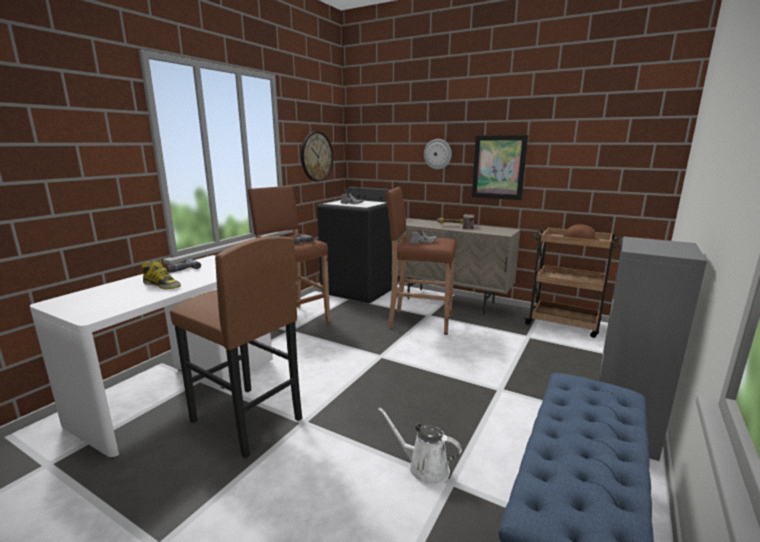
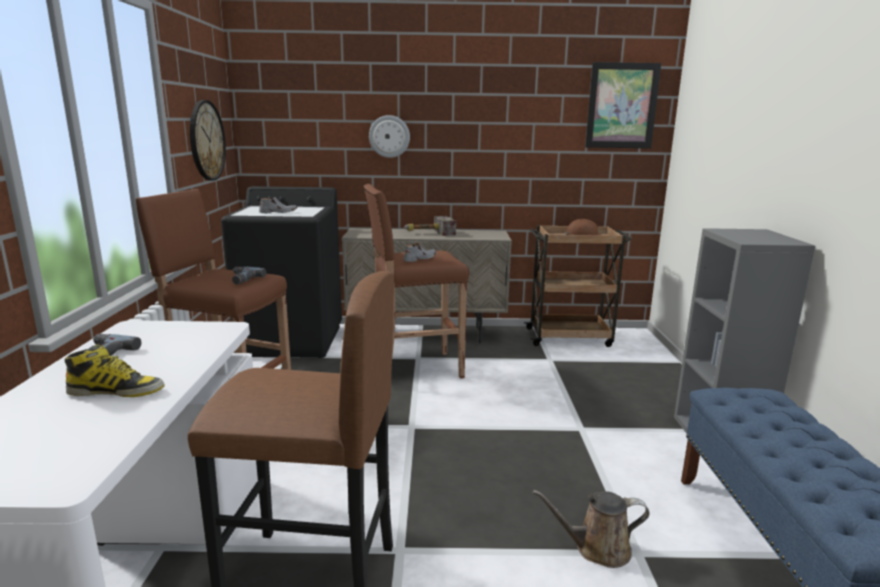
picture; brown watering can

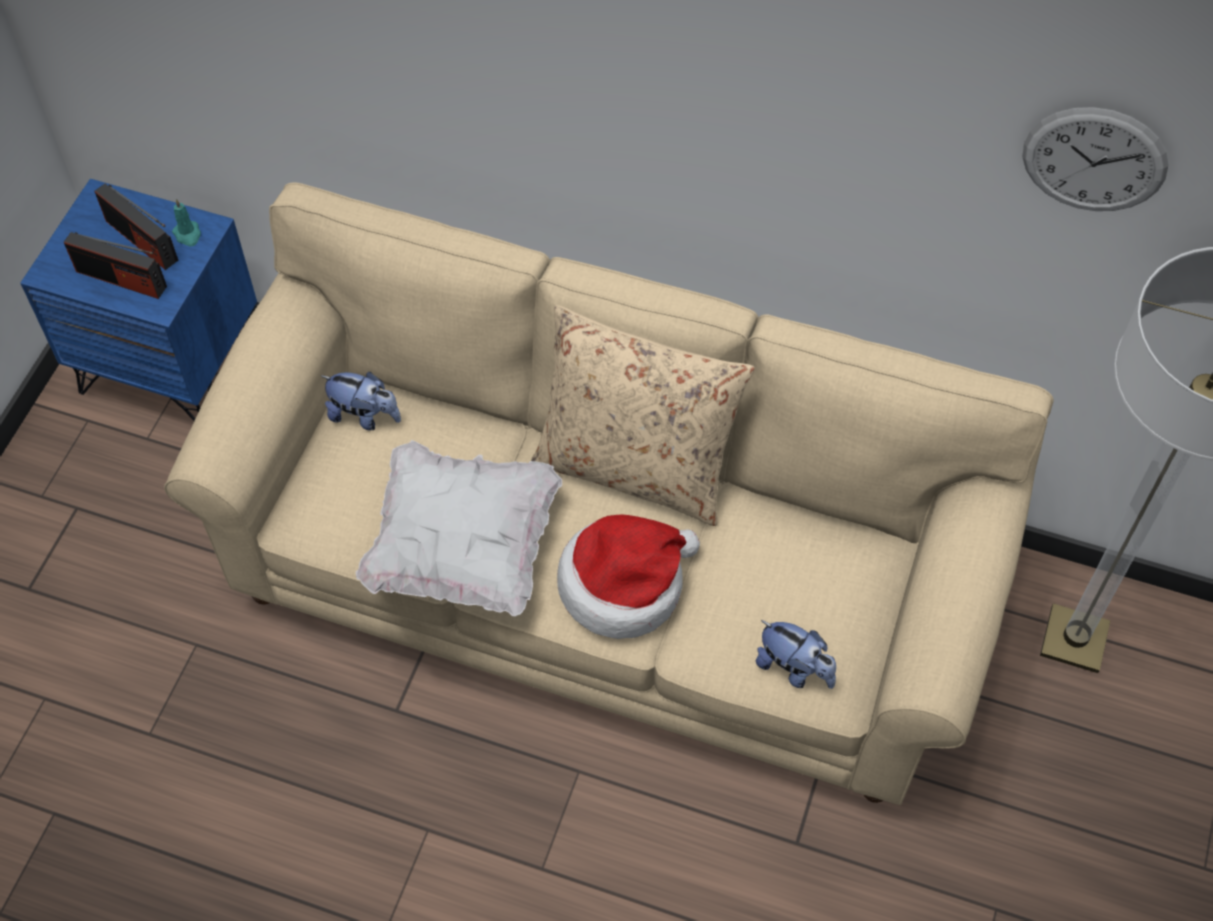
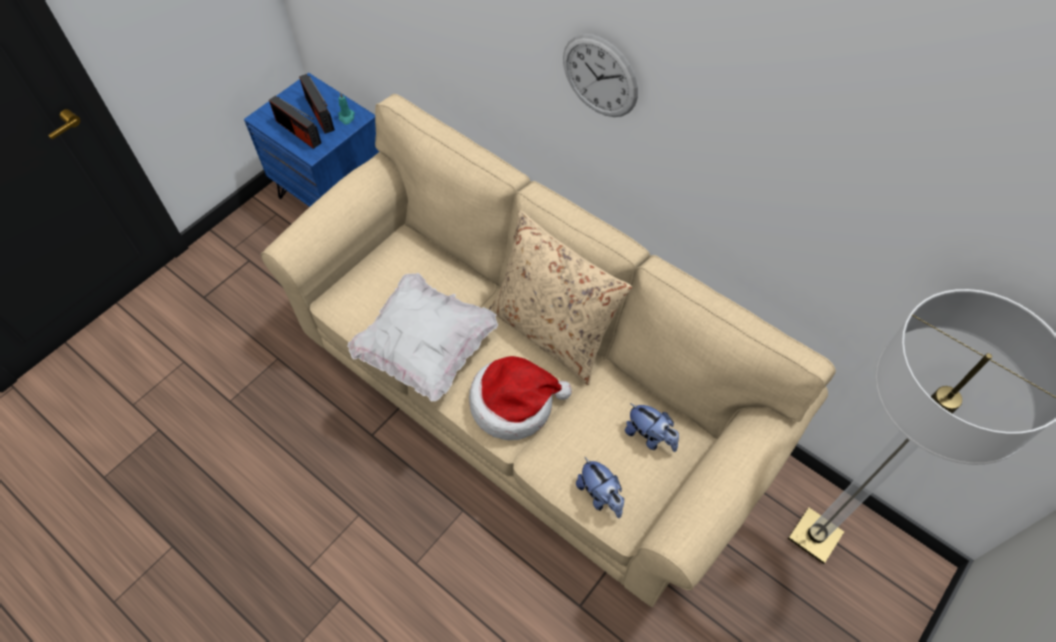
wall clock; plush toy (no. 2 from left)

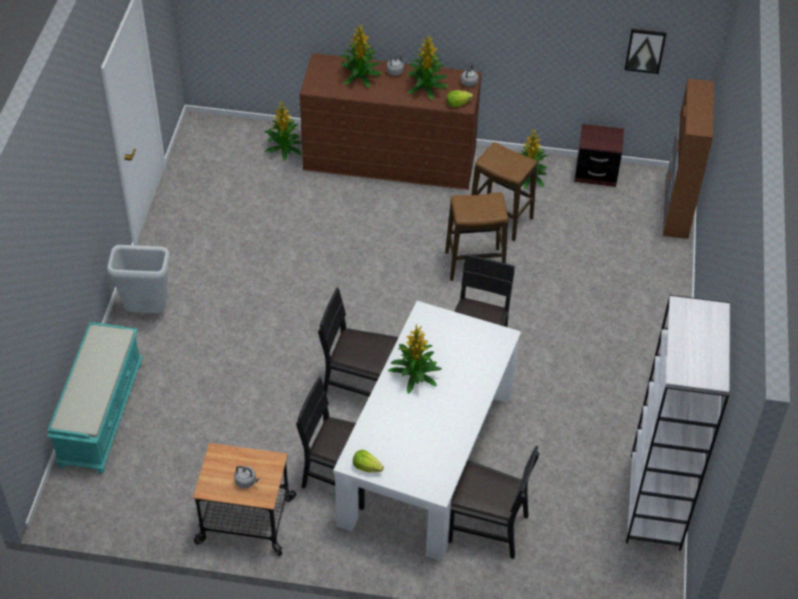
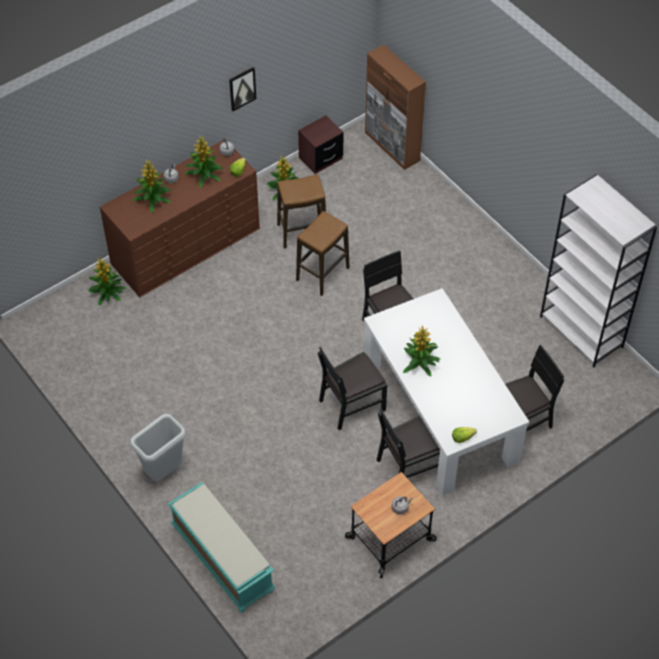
picture

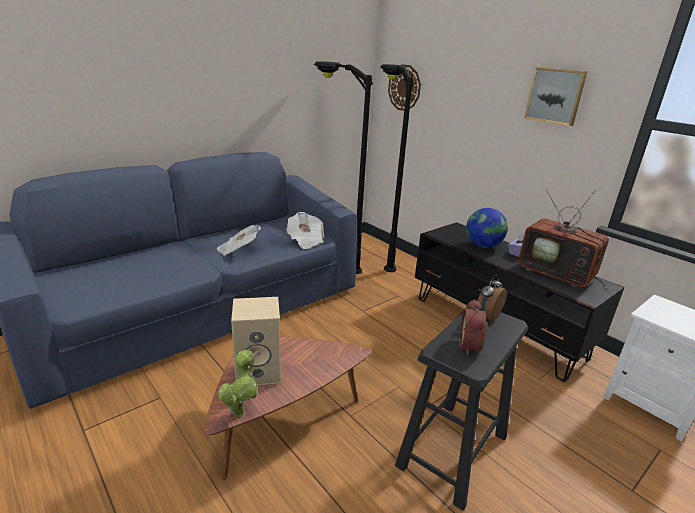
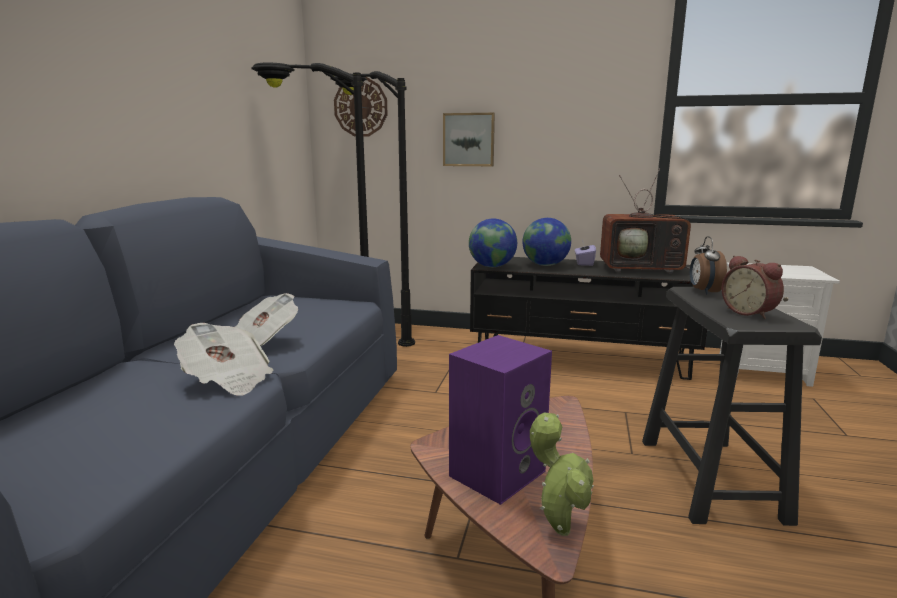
picture; newspaper (no. 1 from left); purple speaker; globe (no. 1 from left)

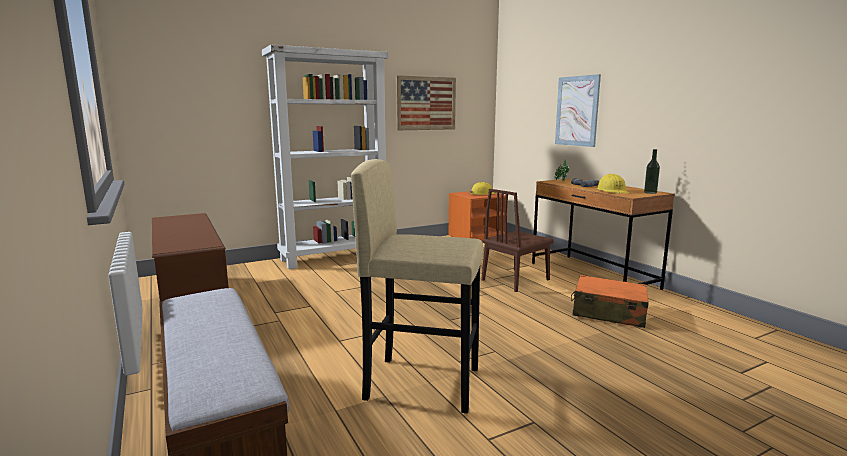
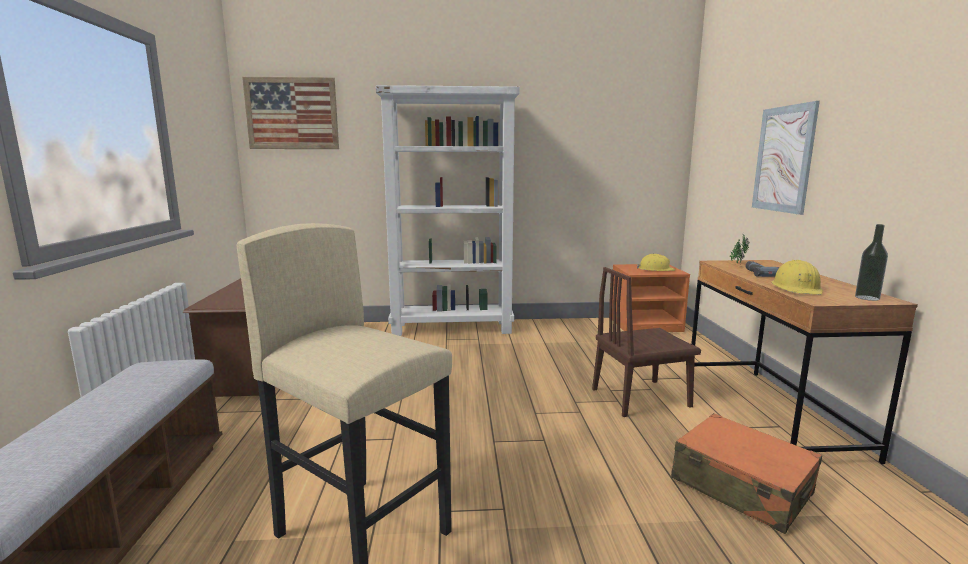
picture (no. 1 from left)

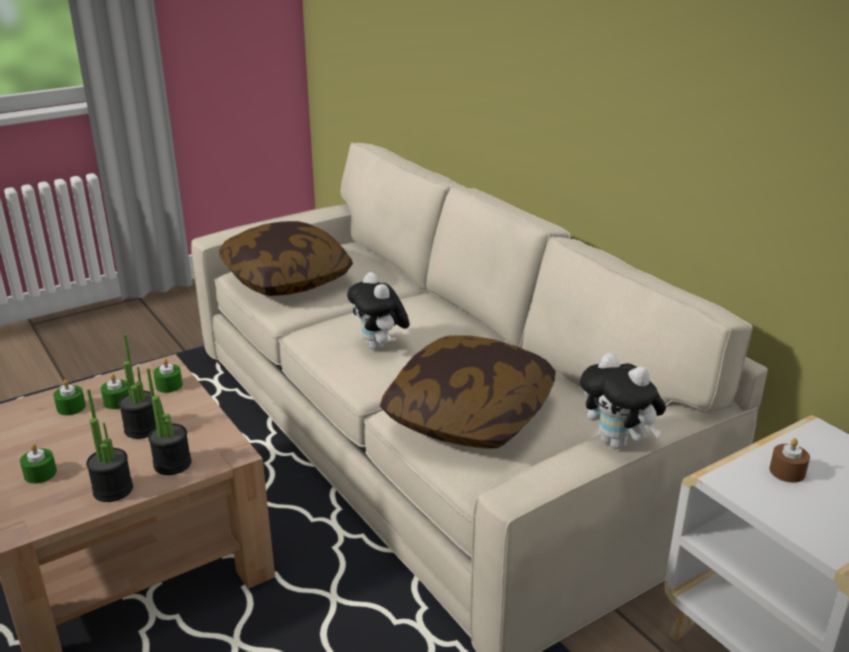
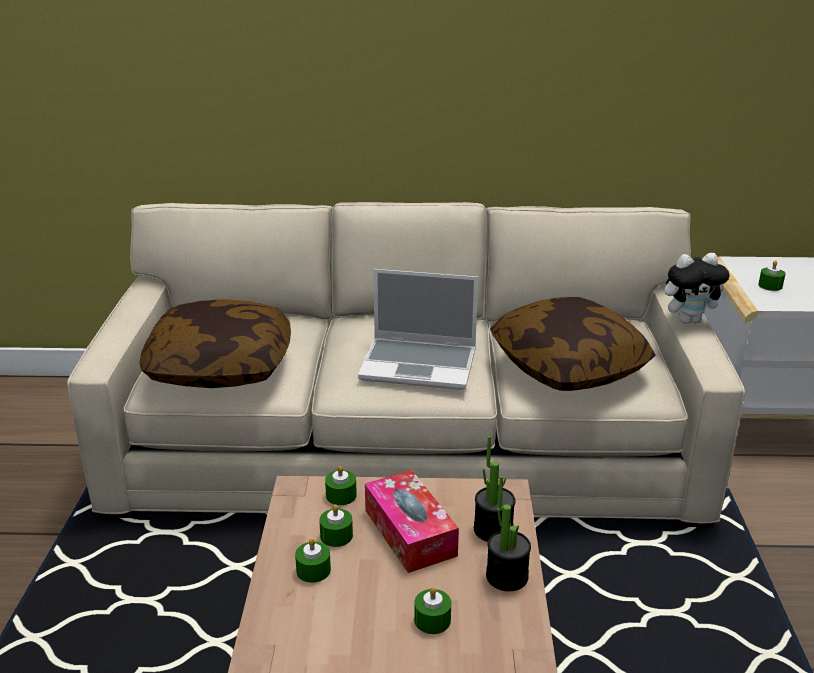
laptop; tissue box; green candle (no. 5 from left)

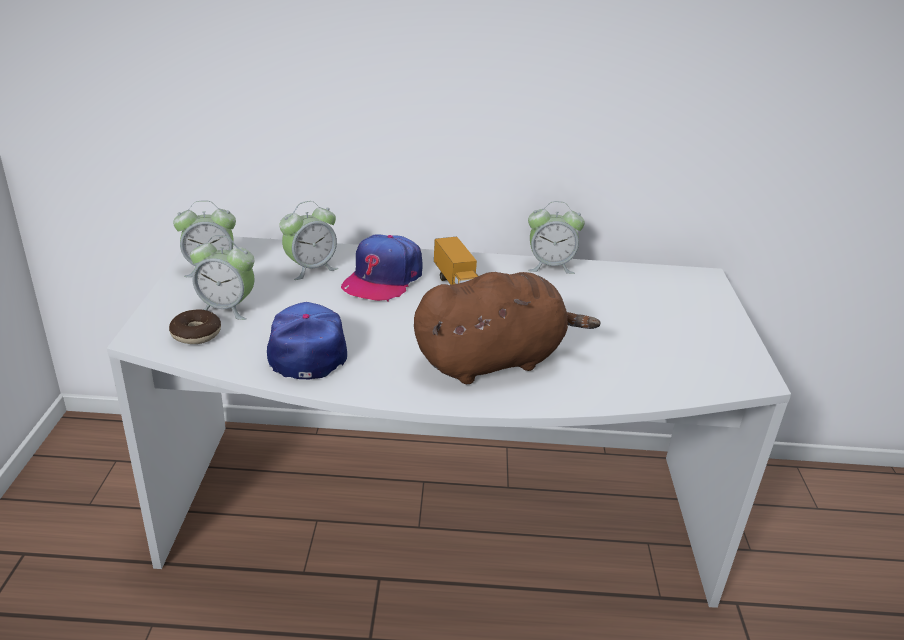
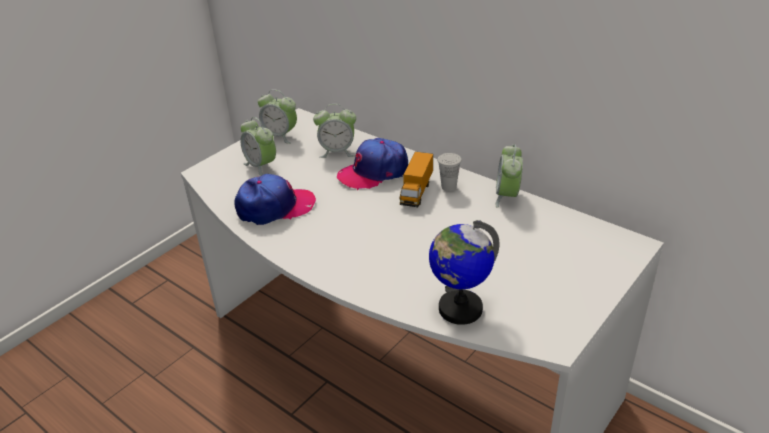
alarm clock (no. 4 from left); brown plush toy; cap (no. 1 from left); donut; white cup; globe

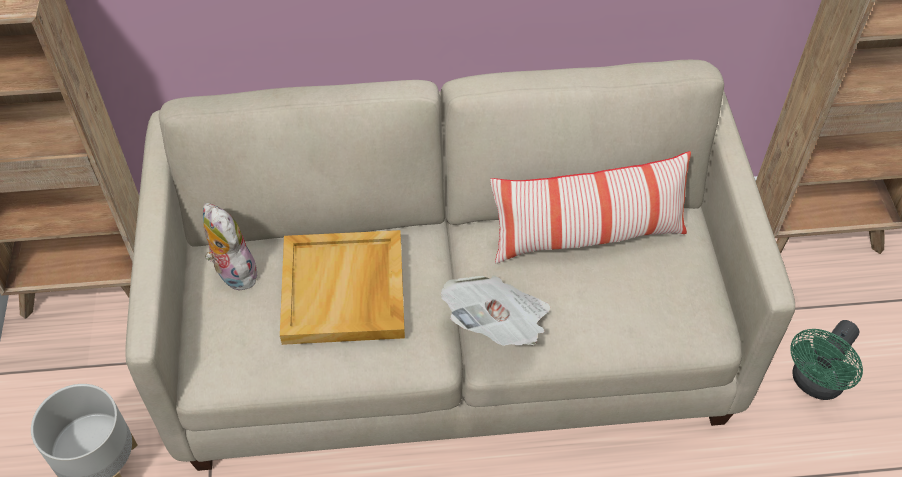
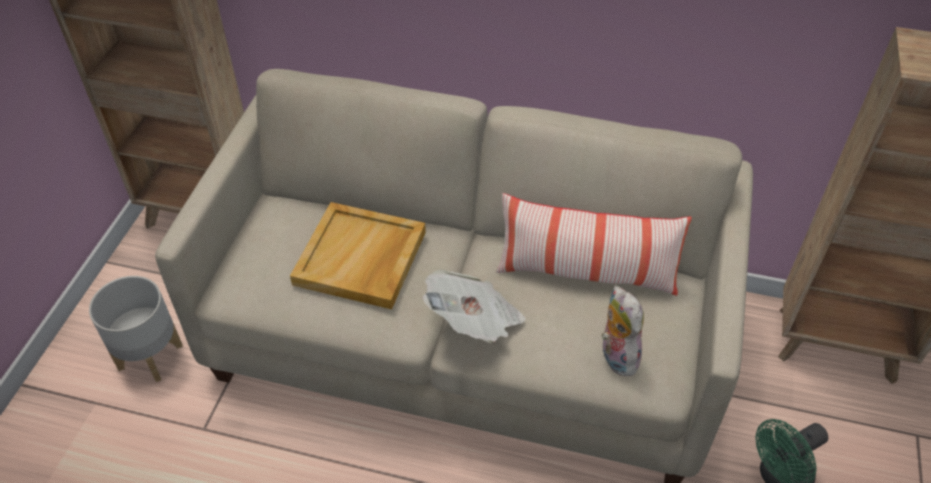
plush toy

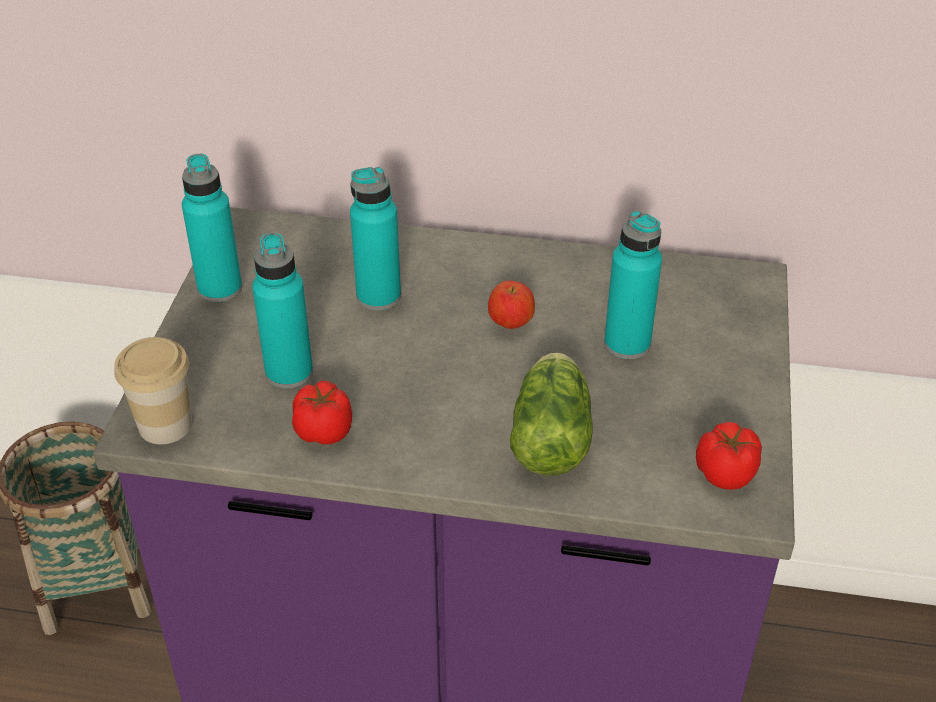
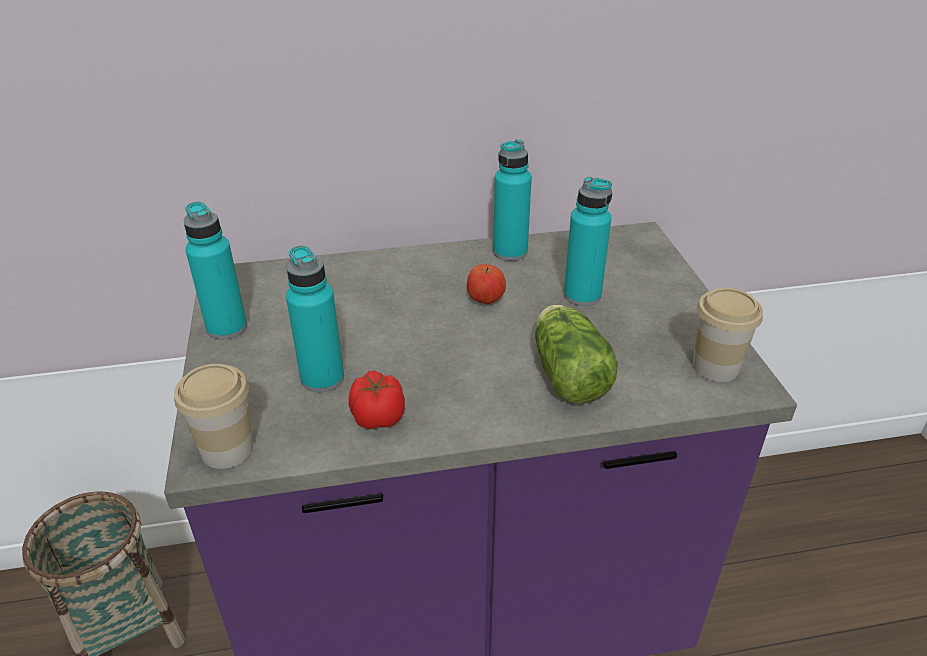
turquoise bottle (no. 3 from left); cup (no. 2 from left)

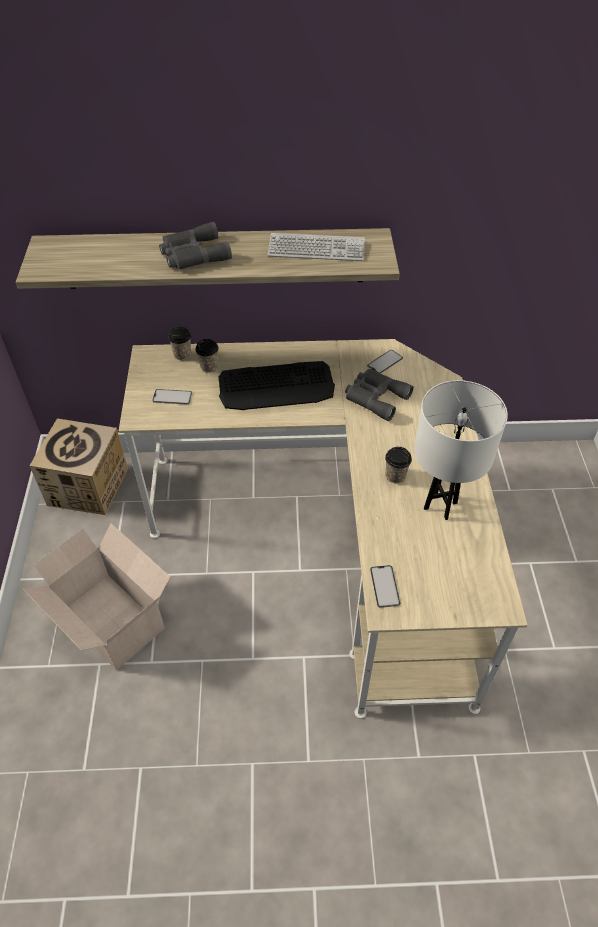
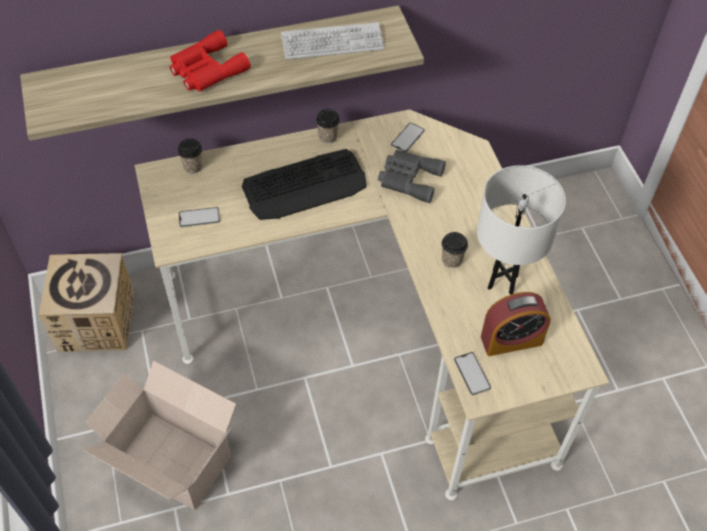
red binoculars; cup (no. 2 from left); alarm clock

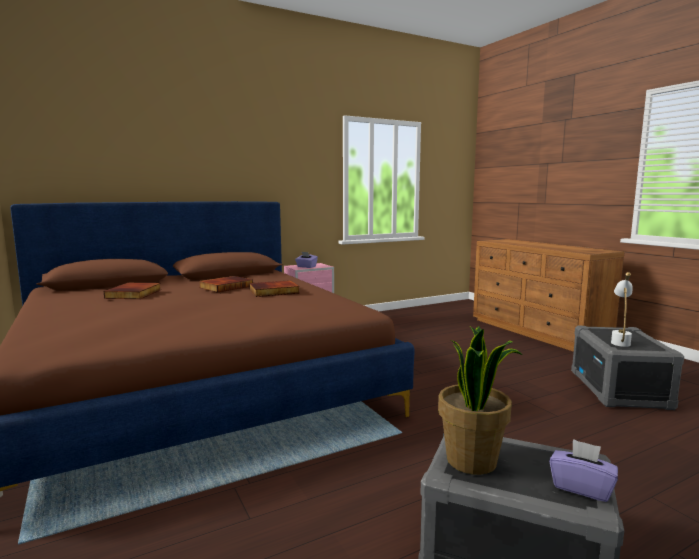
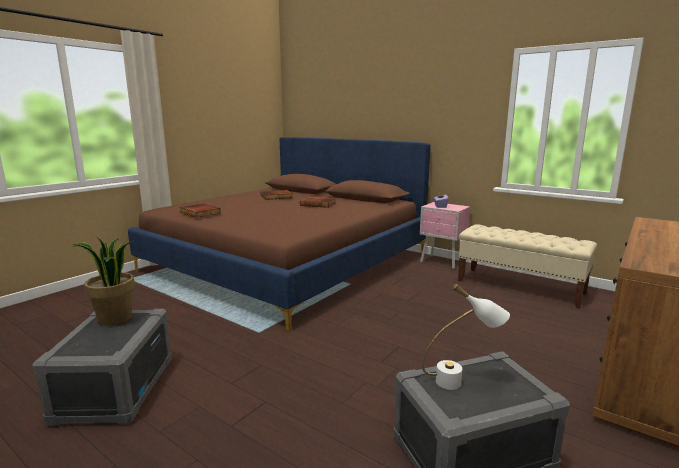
book (no. 1 from left); purple tissue box (no. 2 from left in the first image); beige bench

